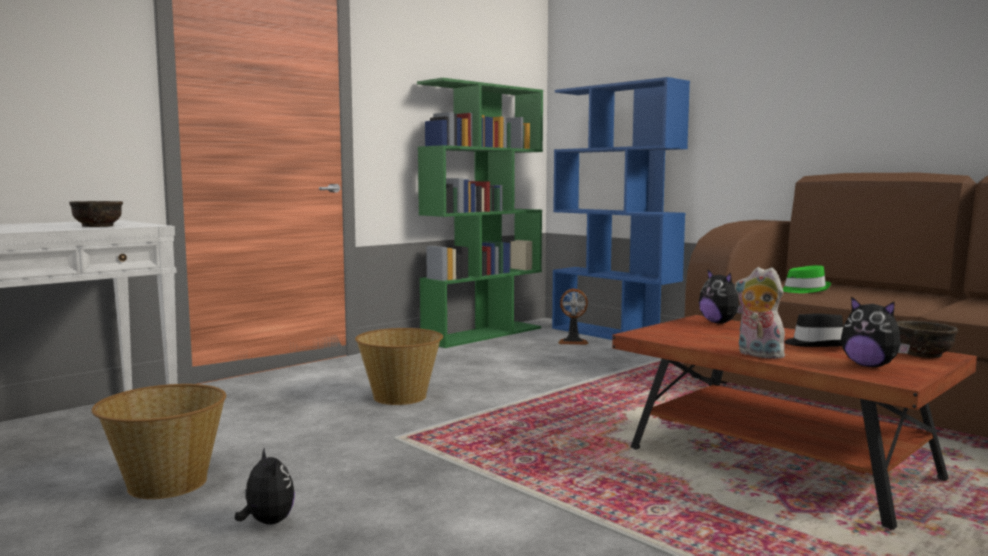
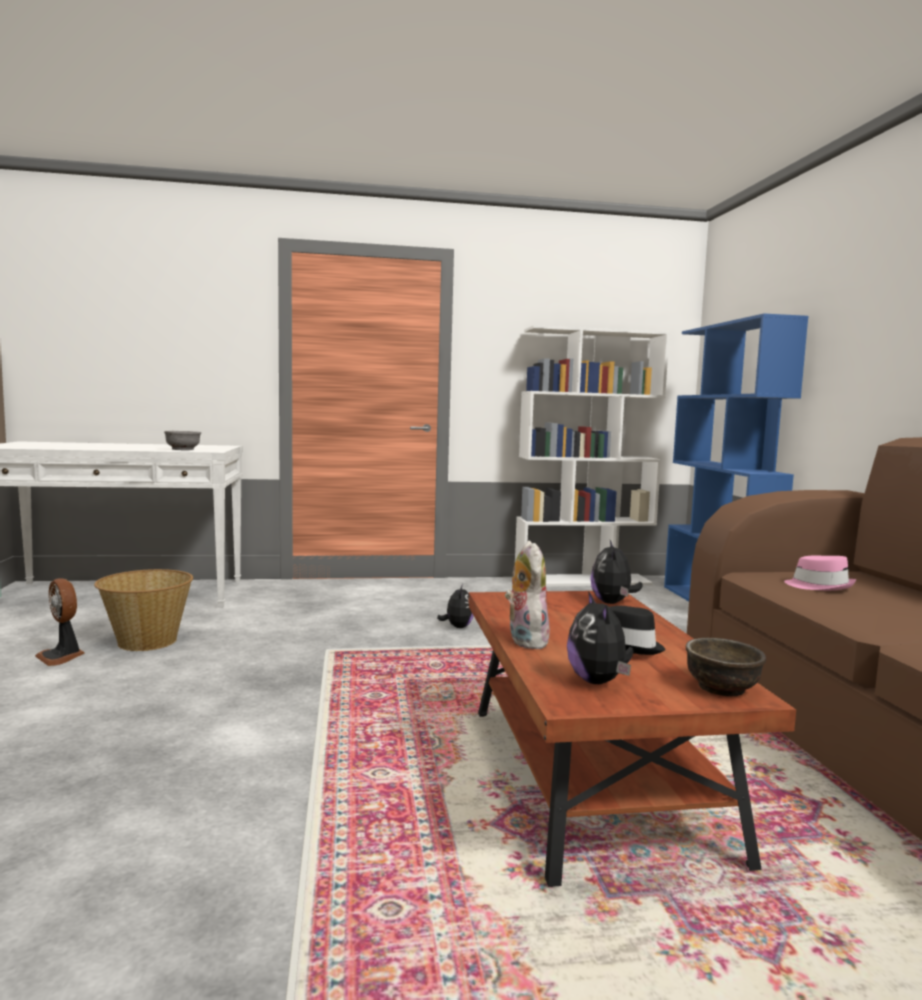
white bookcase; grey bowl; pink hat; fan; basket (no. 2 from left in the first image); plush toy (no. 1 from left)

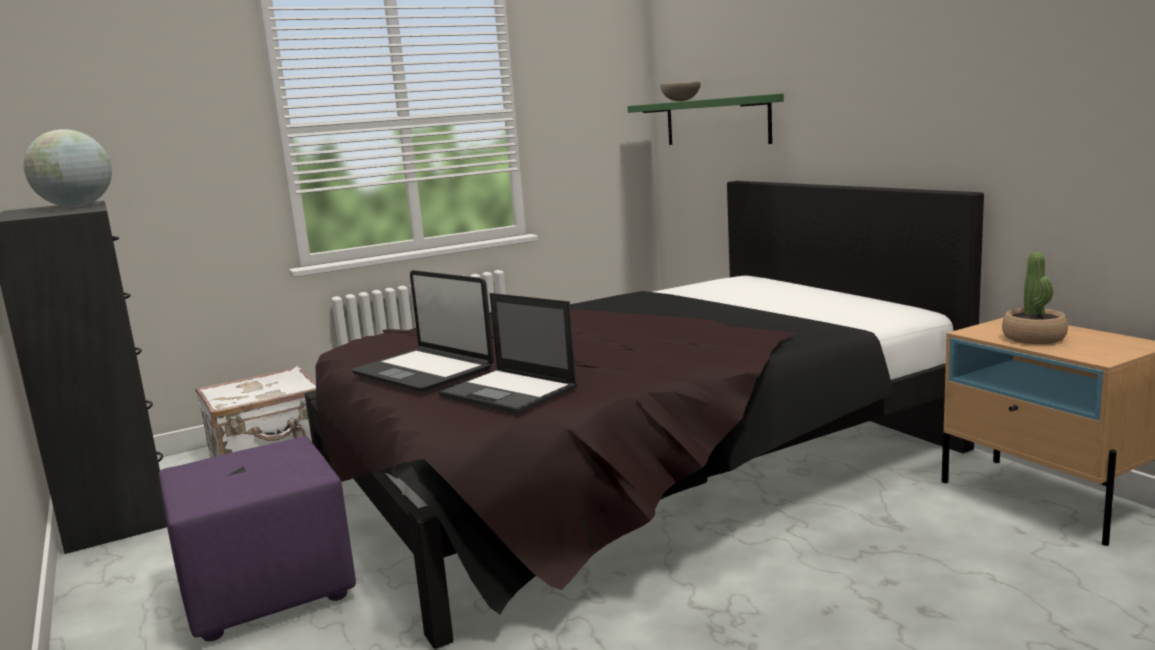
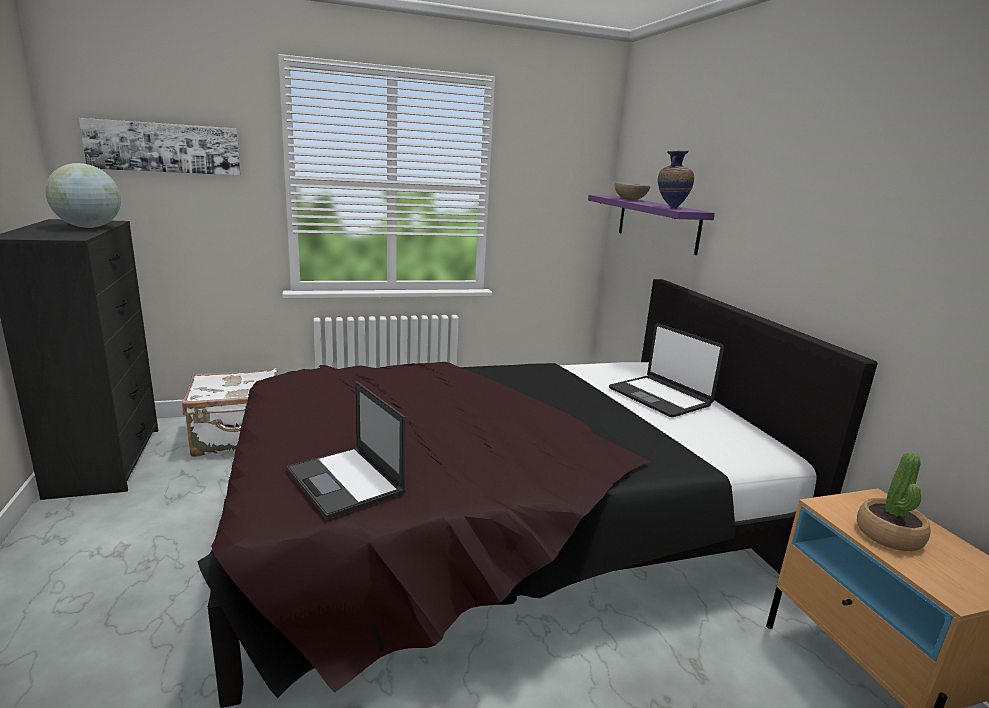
purple shelf; laptop (no. 2 from left); purple ottoman; picture; vase

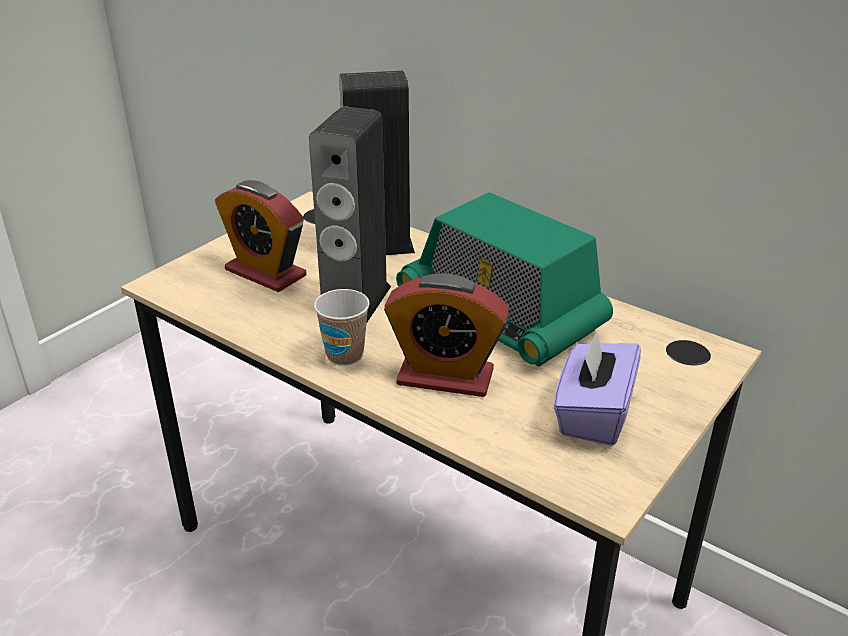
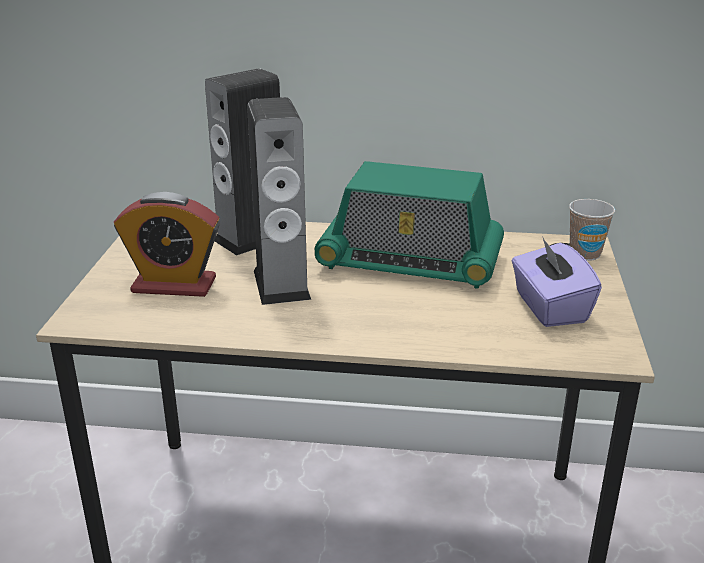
alarm clock (no. 2 from left in the first image); cup

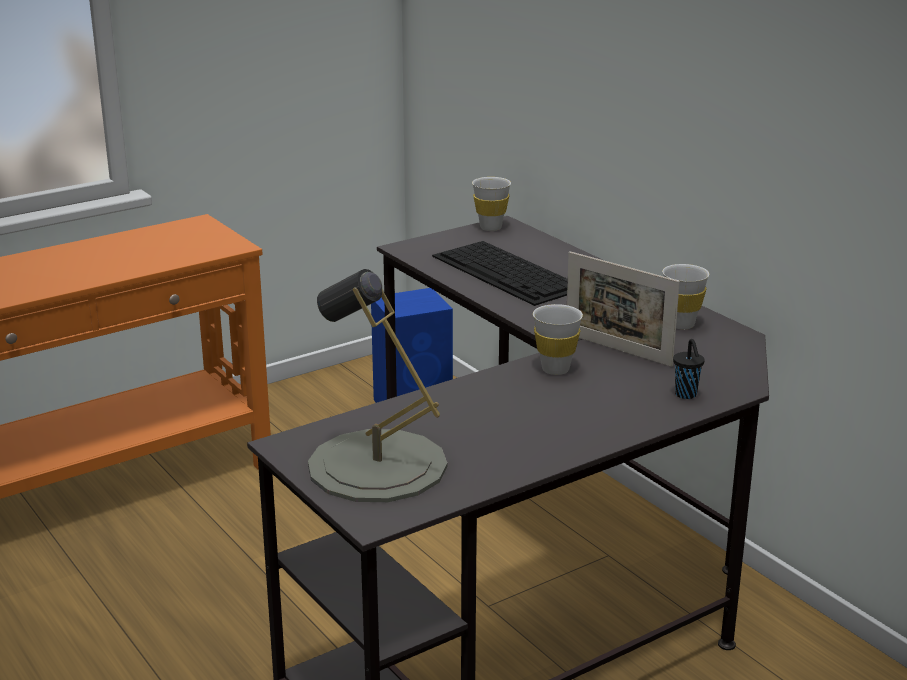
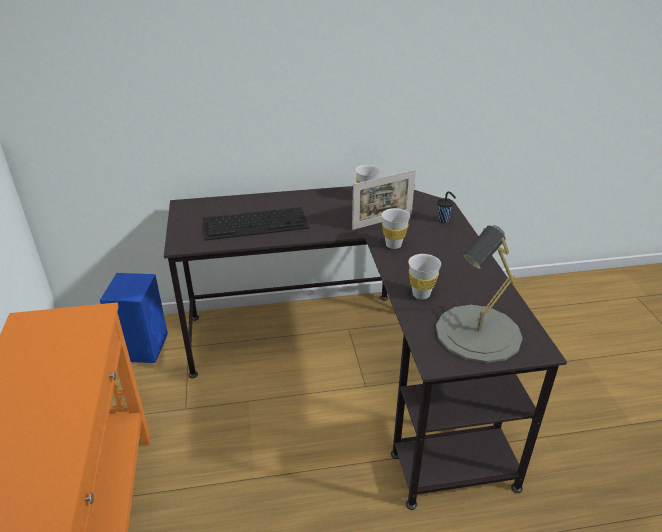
white cup (no. 3 from left)

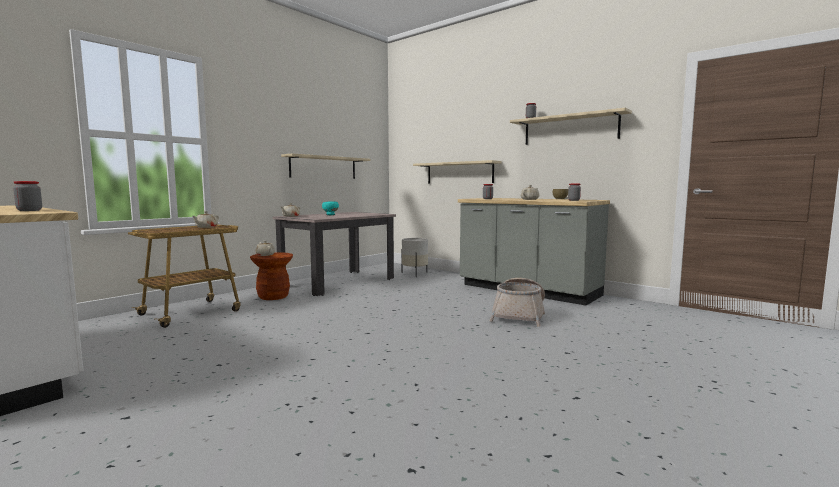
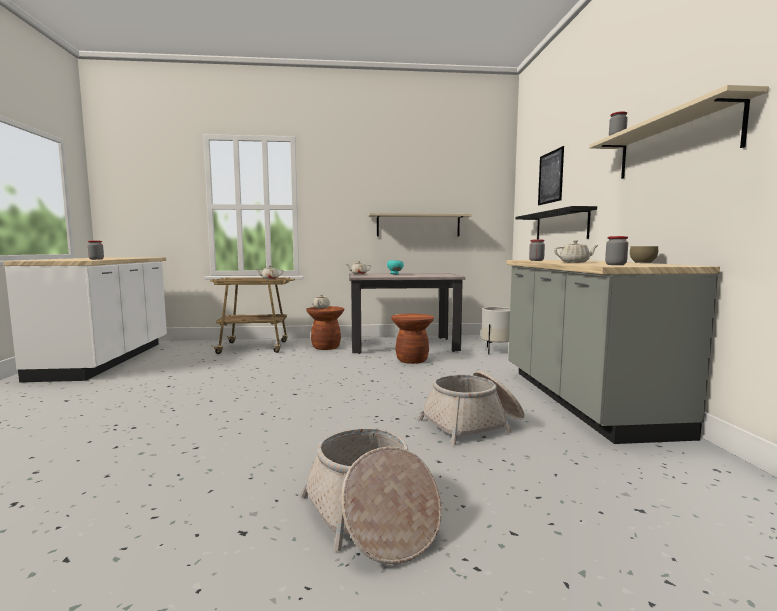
black shelf; picture; brown stool (no. 2 from left); basket (no. 1 from left)

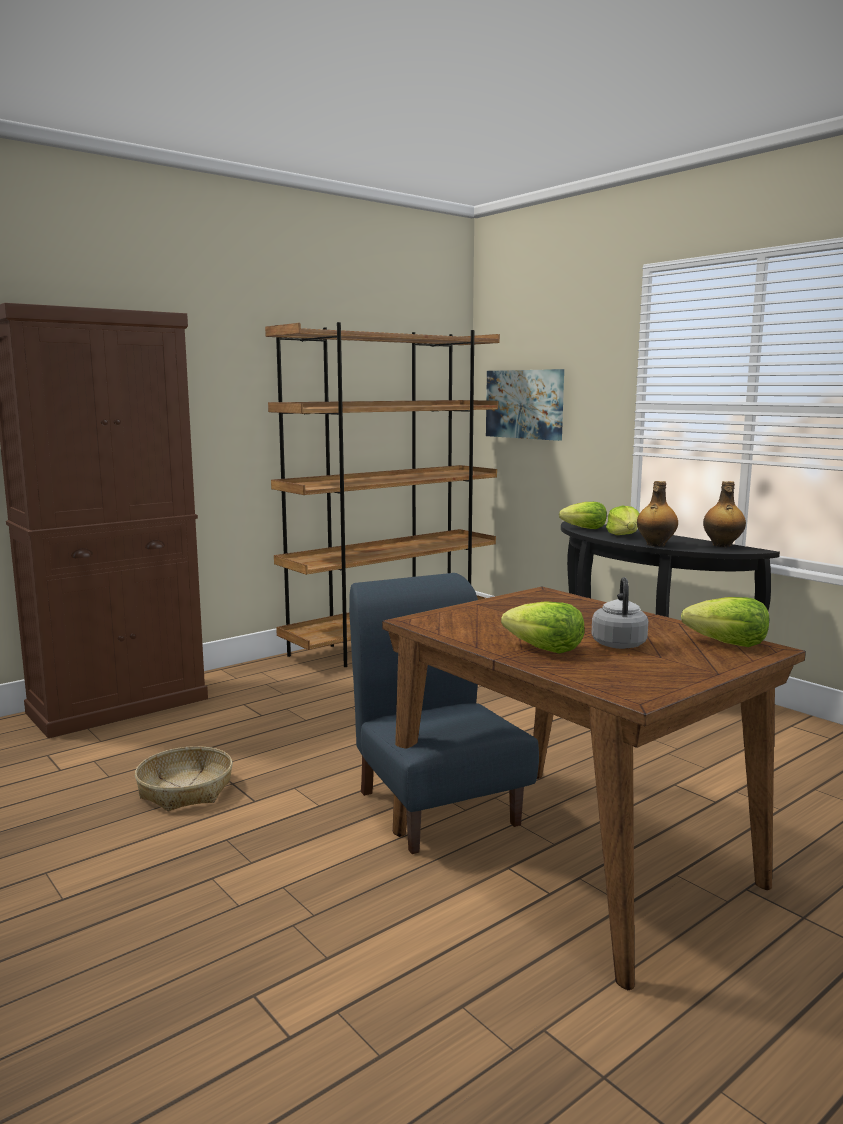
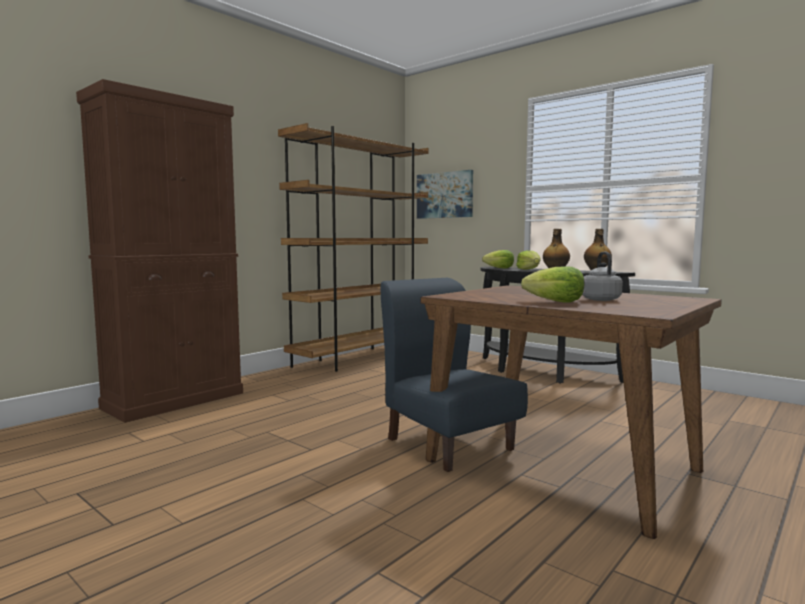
lettuce (no. 4 from left in the first image); basket

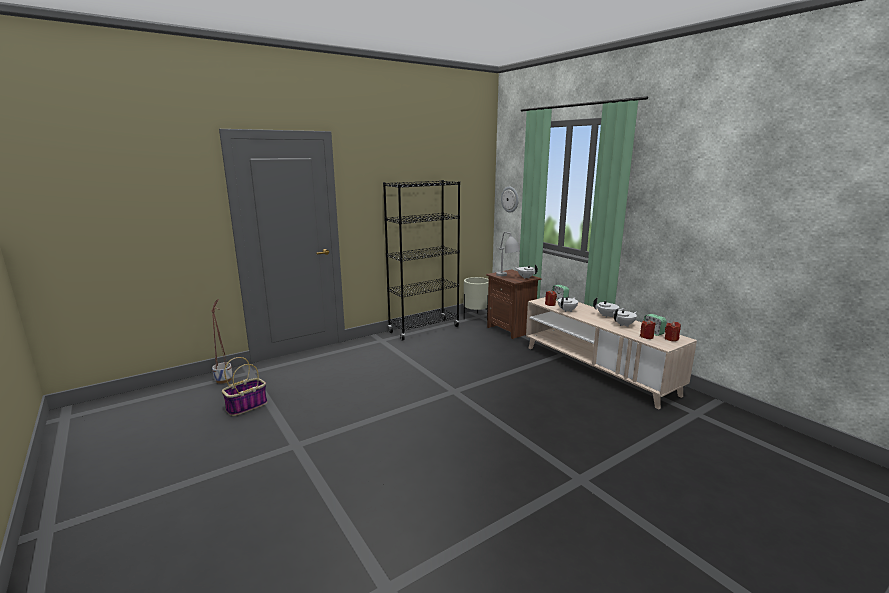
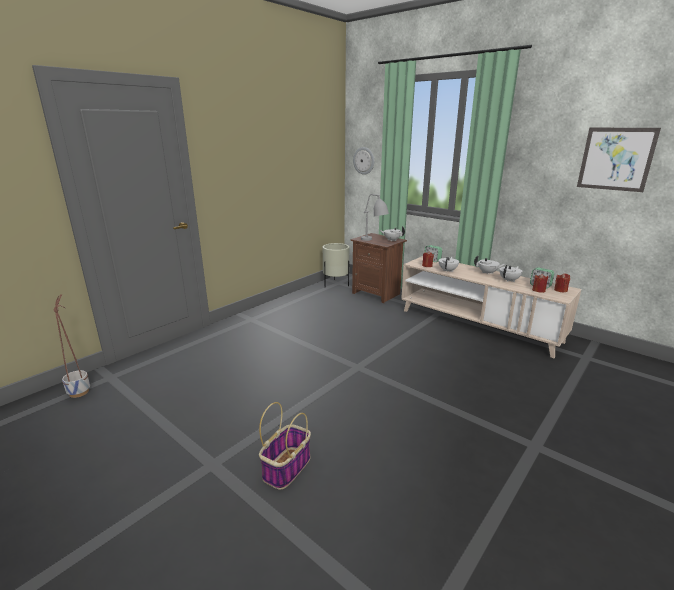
black bookcase; basket; picture

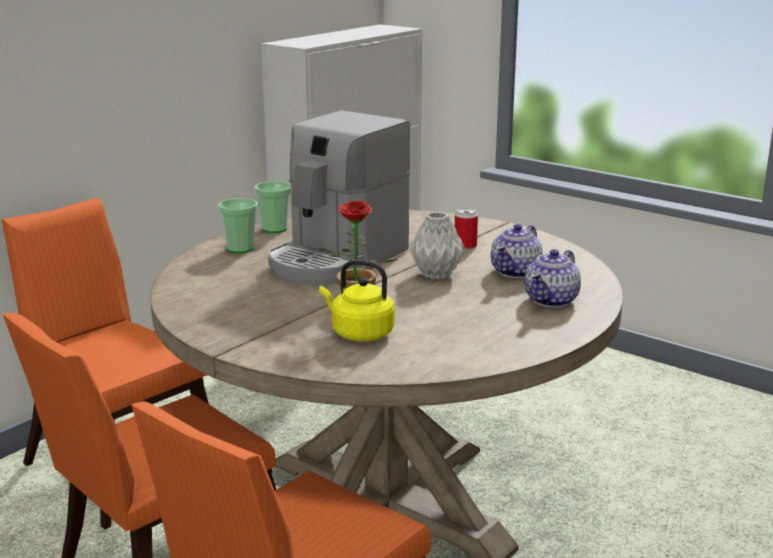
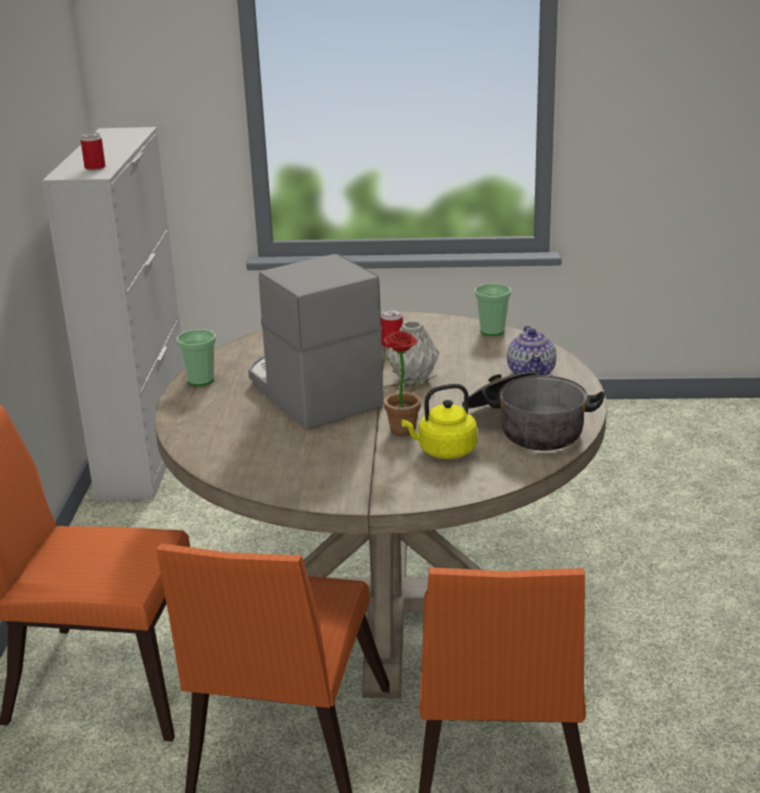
coffee machine; cup (no. 2 from left); teapot (no. 1 from left in the first image); can (no. 1 from left); cooking pot

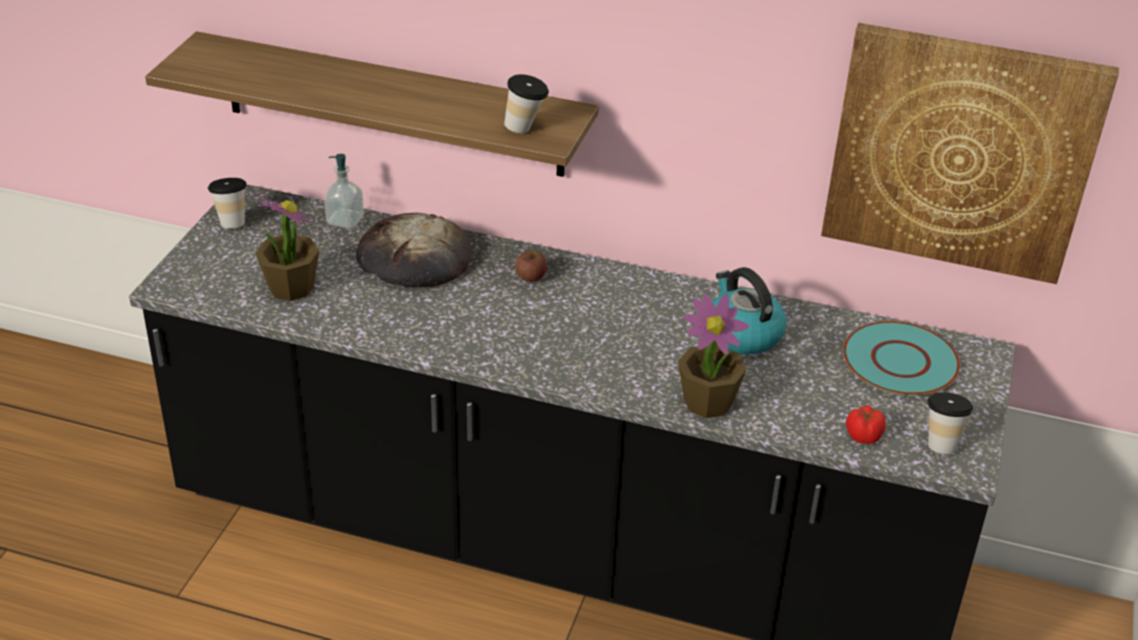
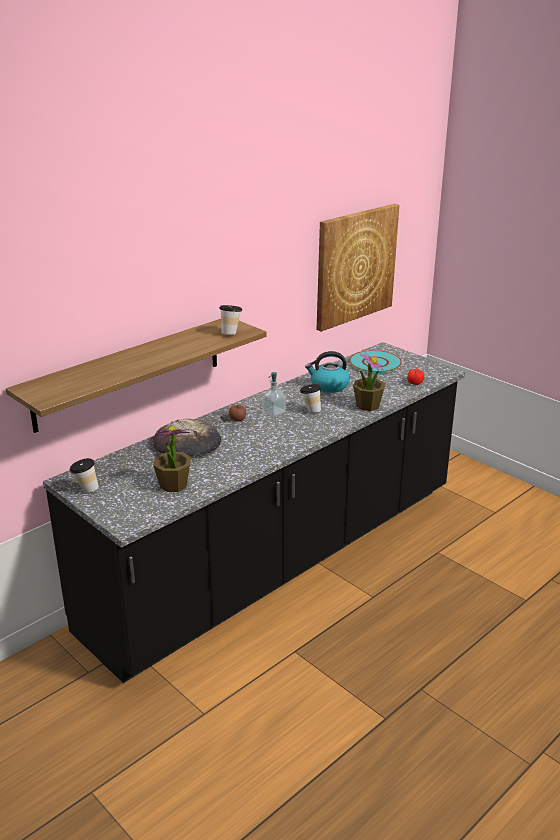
soap dispenser; cup (no. 3 from left)

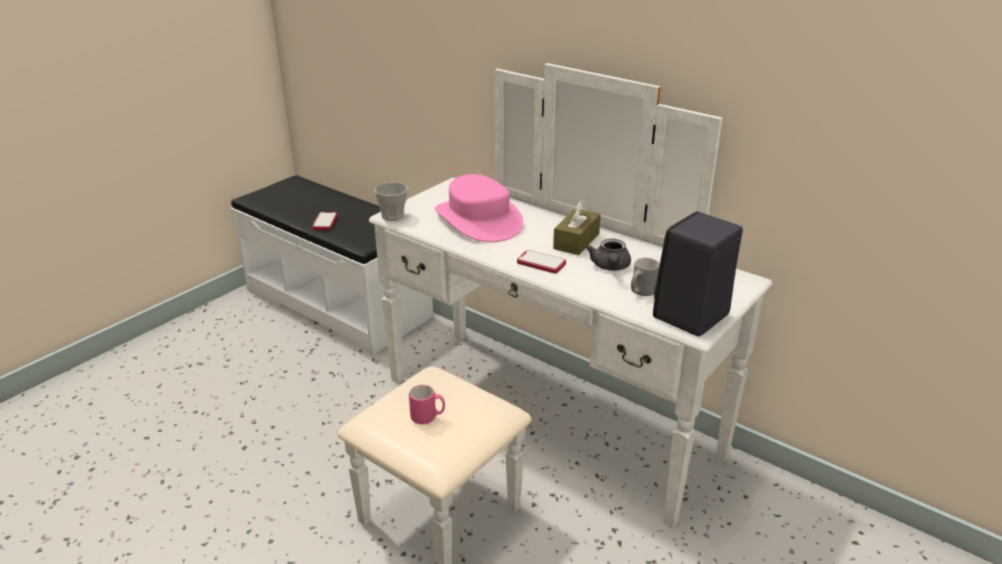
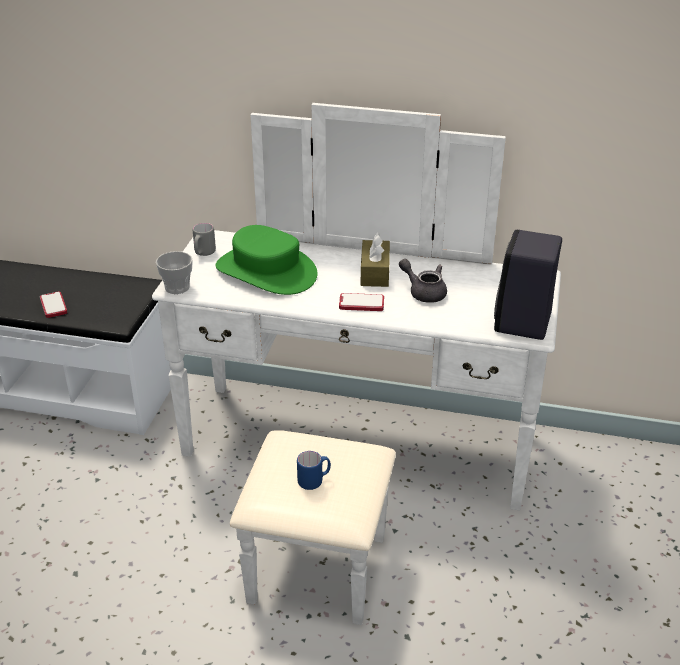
green hat; grey teapot; grey mug; blue mug

